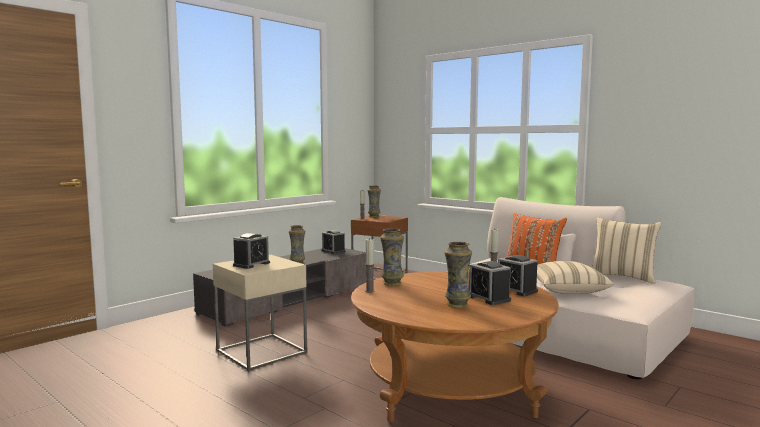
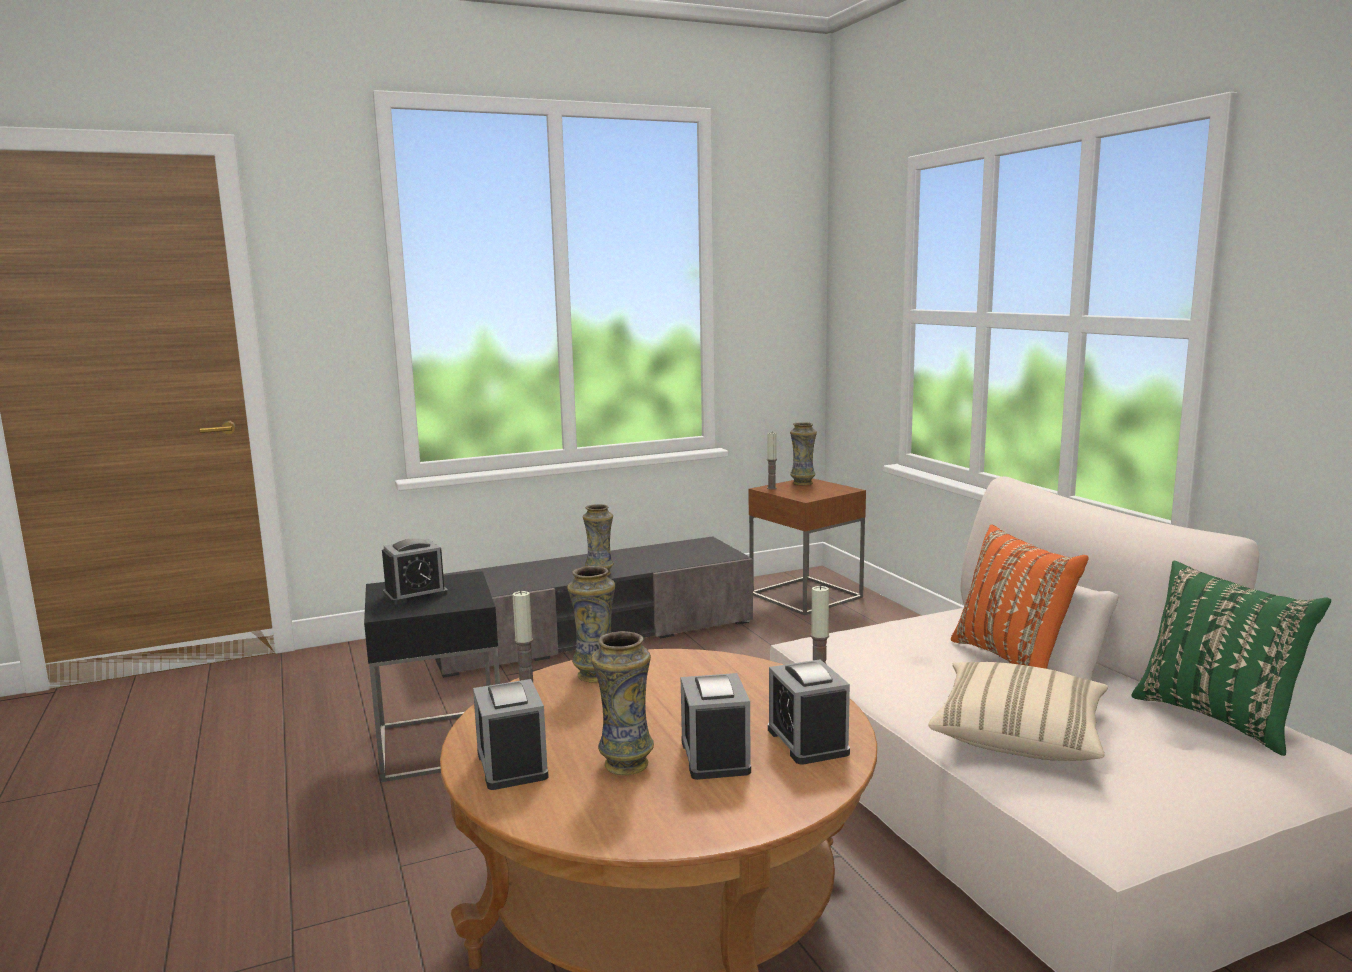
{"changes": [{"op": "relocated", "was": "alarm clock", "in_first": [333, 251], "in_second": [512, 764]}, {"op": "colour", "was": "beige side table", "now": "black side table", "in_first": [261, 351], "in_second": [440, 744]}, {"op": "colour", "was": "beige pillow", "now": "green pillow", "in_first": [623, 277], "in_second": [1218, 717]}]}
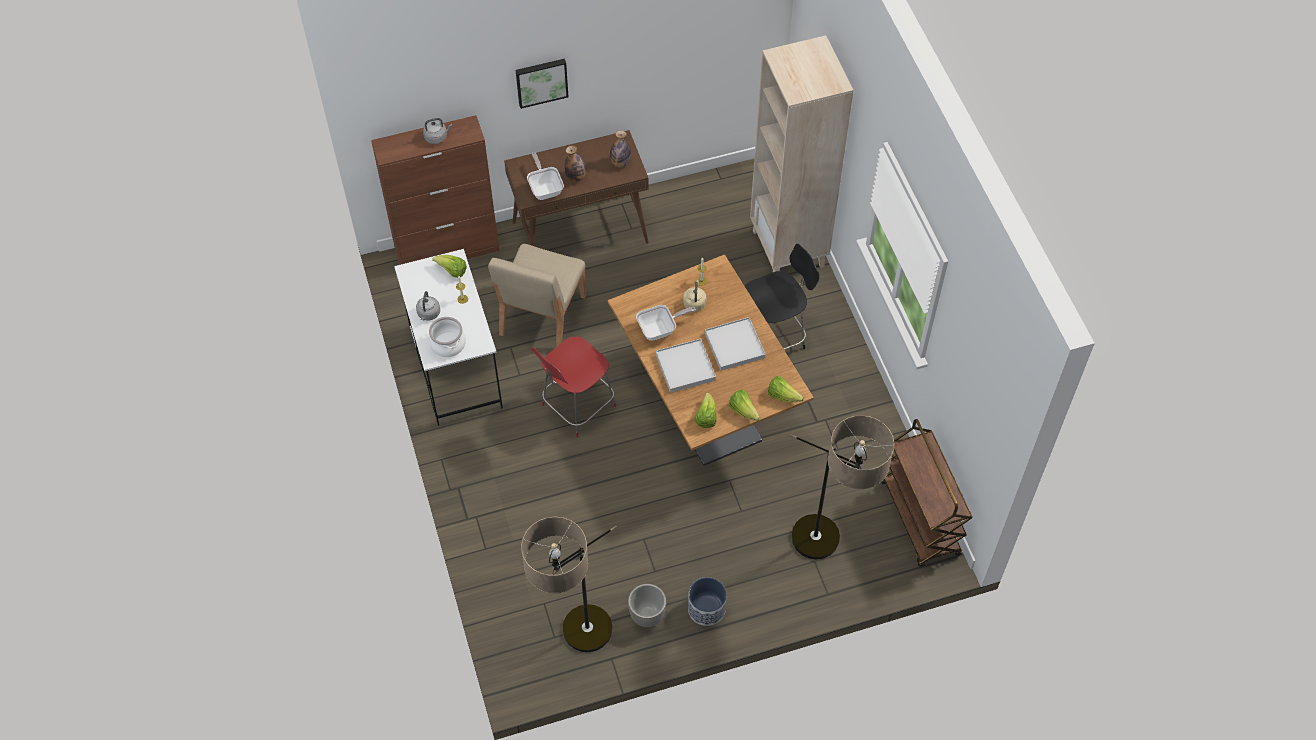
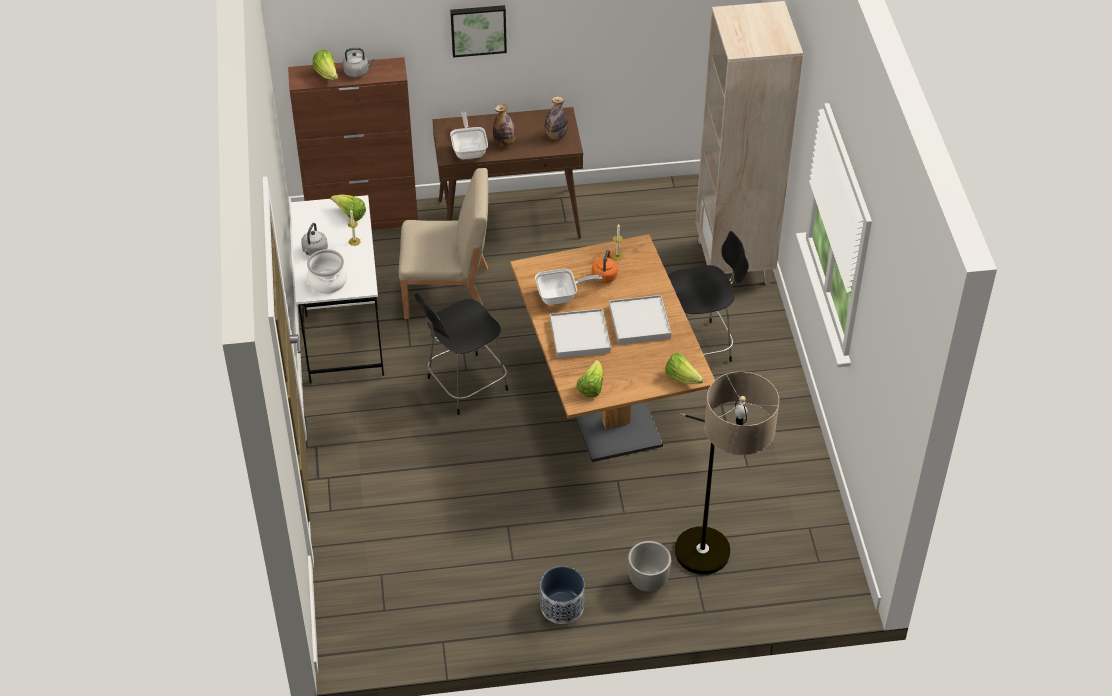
{"changes": [{"op": "missing", "was": "floor lamp", "in_first": [576, 645]}, {"op": "missing", "was": "brown cart", "in_first": [920, 519]}, {"op": "relocated", "was": "planter", "in_first": [647, 615], "in_second": [648, 581]}, {"op": "relocated", "was": "lettuce", "in_first": [743, 411], "in_second": [327, 74]}, {"op": "colour", "was": "red chair", "now": "black chair", "in_first": [576, 407], "in_second": [464, 385]}, {"op": "colour", "was": "beige kettle", "now": "orange kettle", "in_first": [694, 302], "in_second": [605, 275]}, {"op": "spun", "was": "beige chair", "in_first": [541, 316], "in_second": [448, 293], "clockwise": -120}]}
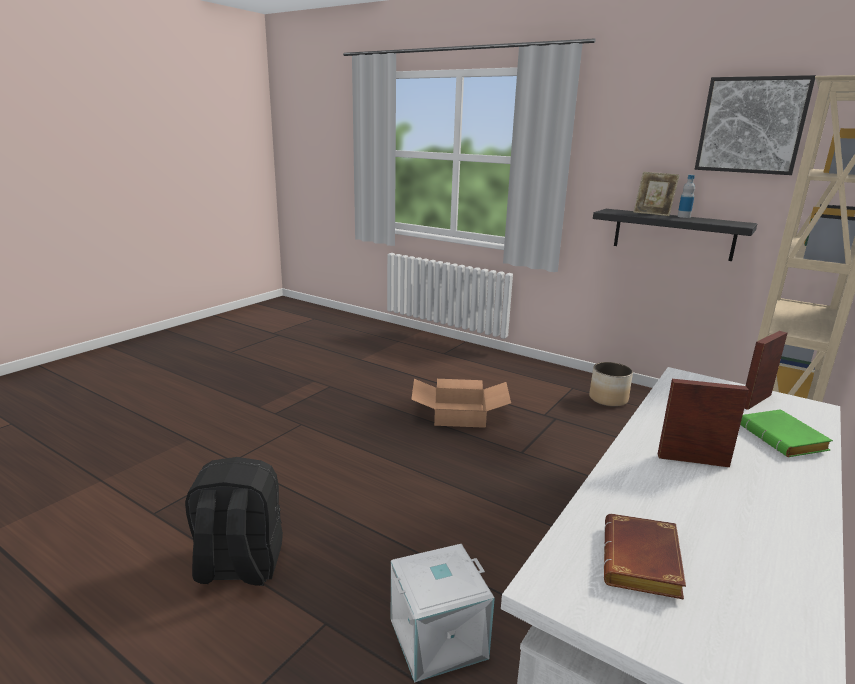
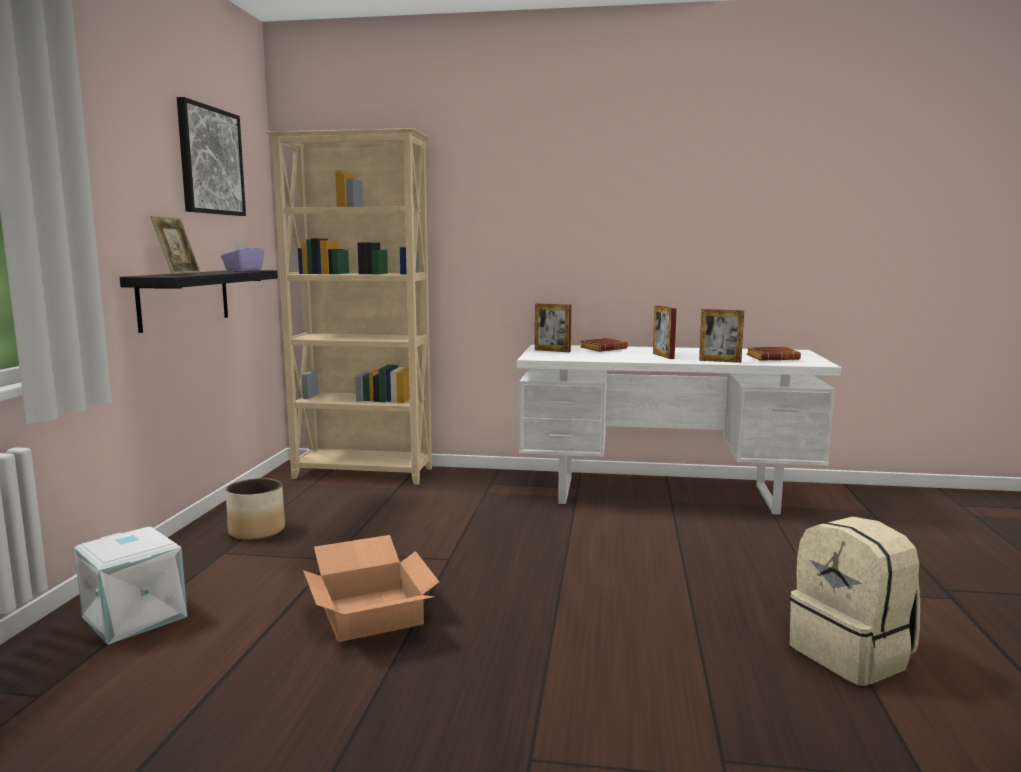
{"changes": [{"op": "missing", "was": "bottle", "in_first": [683, 216]}, {"op": "appeared", "now": "purple tissue box", "in_second": [243, 270]}, {"op": "appeared", "now": "picture frame", "in_second": [720, 361]}, {"op": "relocated", "was": "white storage box", "in_first": [438, 640], "in_second": [137, 616]}, {"op": "colour", "was": "black backpack", "now": "beige backpack", "in_first": [239, 566], "in_second": [852, 655]}, {"op": "colour", "was": "green book", "now": "brown book", "in_first": [784, 440], "in_second": [603, 349]}]}
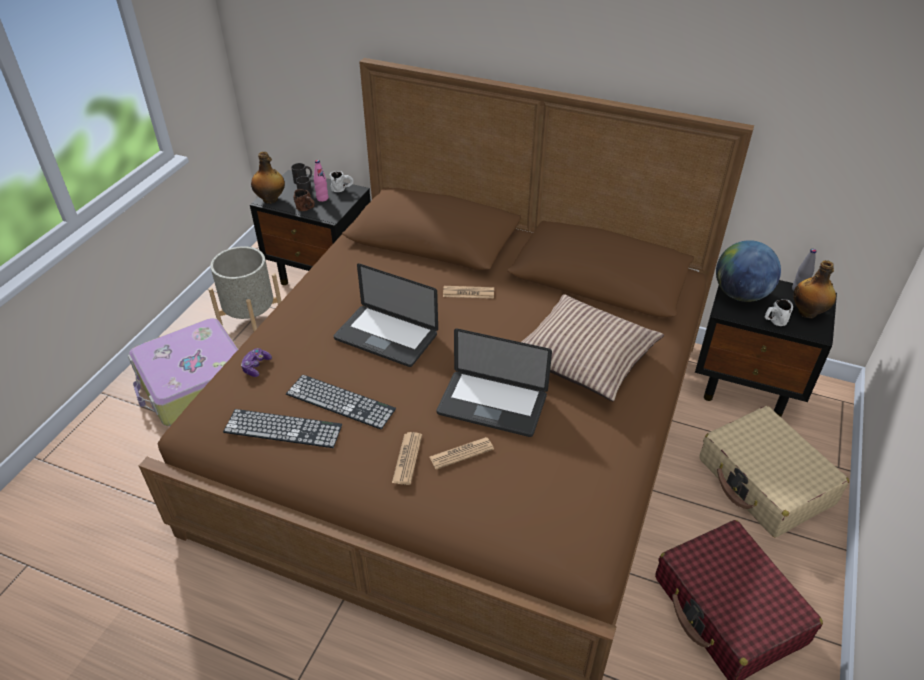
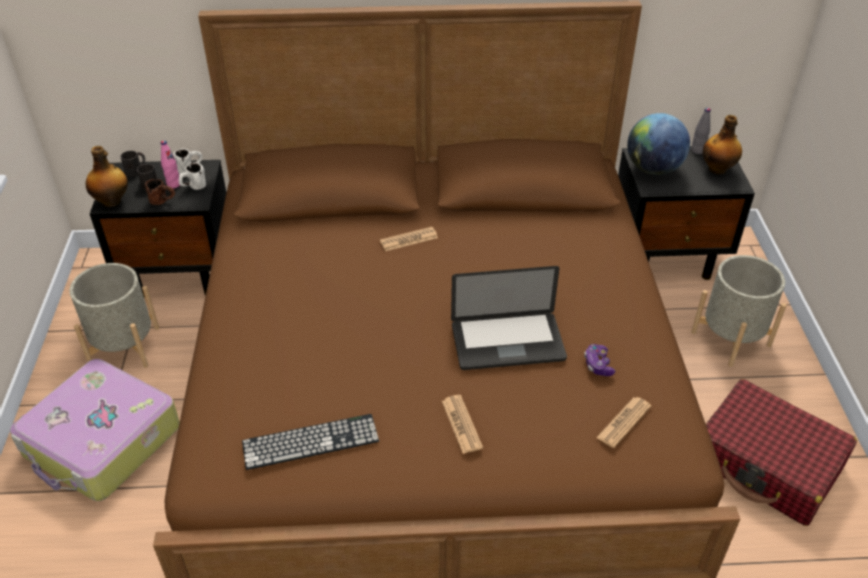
{"changes": [{"op": "missing", "was": "keyboard", "in_first": [340, 401]}, {"op": "missing", "was": "laptop", "in_first": [386, 337]}, {"op": "missing", "was": "pillow", "in_first": [584, 357]}, {"op": "relocated", "was": "game controller", "in_first": [256, 366], "in_second": [598, 365]}, {"op": "relocated", "was": "newspaper", "in_first": [461, 453], "in_second": [624, 422]}, {"op": "relocated", "was": "white mug", "in_first": [774, 322], "in_second": [193, 187]}, {"op": "exchanged", "was": "beige suitcase", "now": "grey planter", "in_first": [765, 482], "in_second": [731, 338]}]}
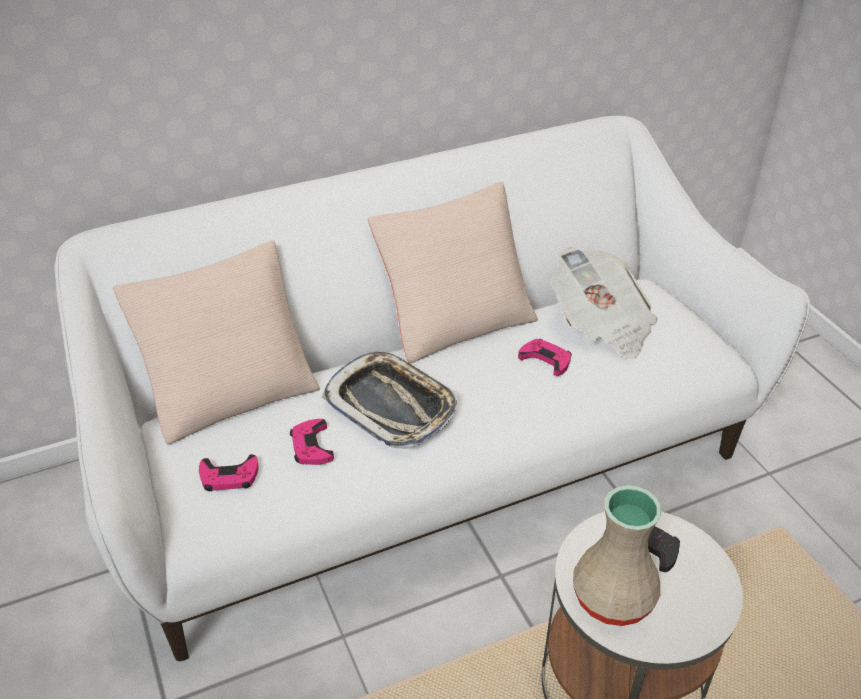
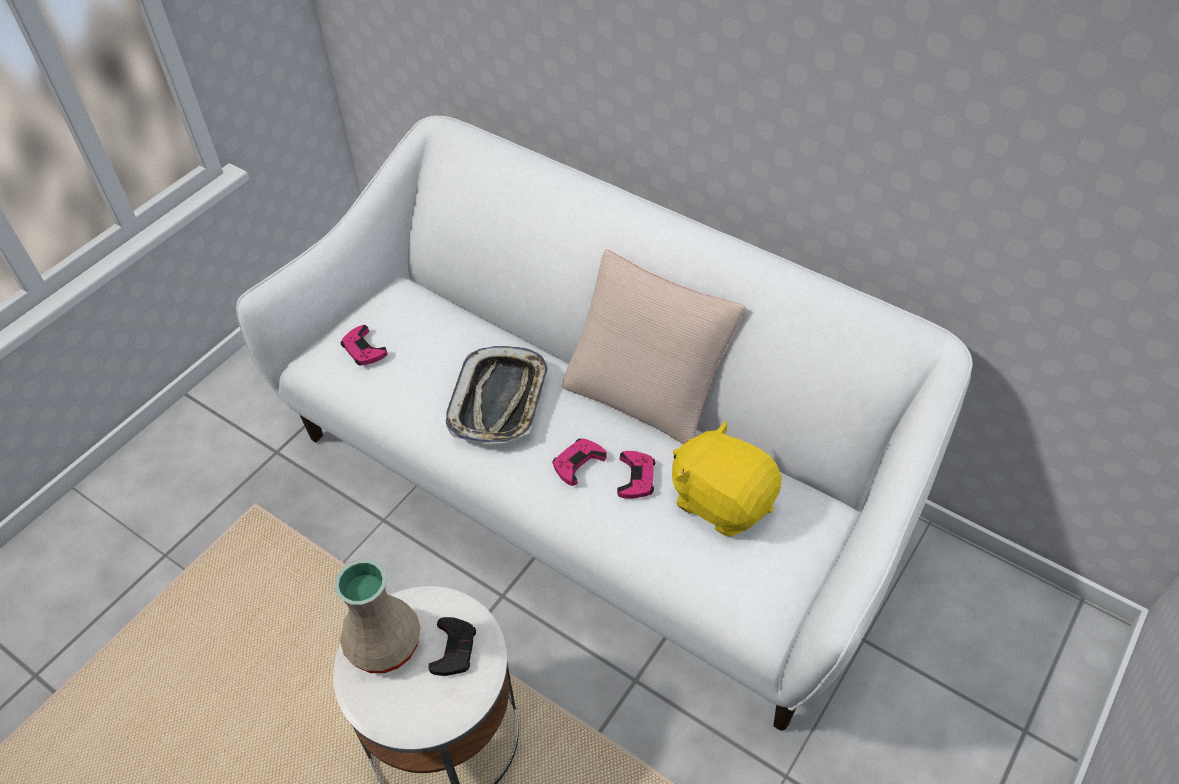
{"changes": [{"op": "missing", "was": "beige pillow", "in_first": [230, 389]}, {"op": "relocated", "was": "pink game controller", "in_first": [311, 446], "in_second": [578, 463]}, {"op": "exchanged", "was": "newspaper", "now": "yellow plush toy", "in_first": [601, 325], "in_second": [722, 500]}]}
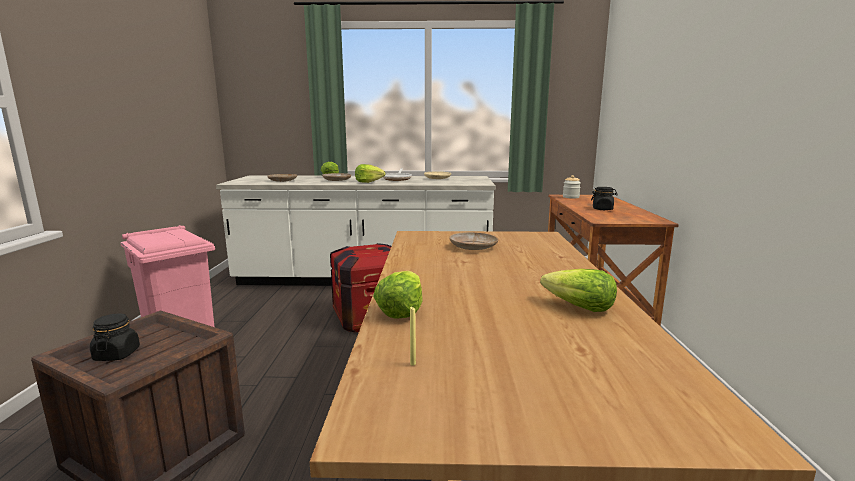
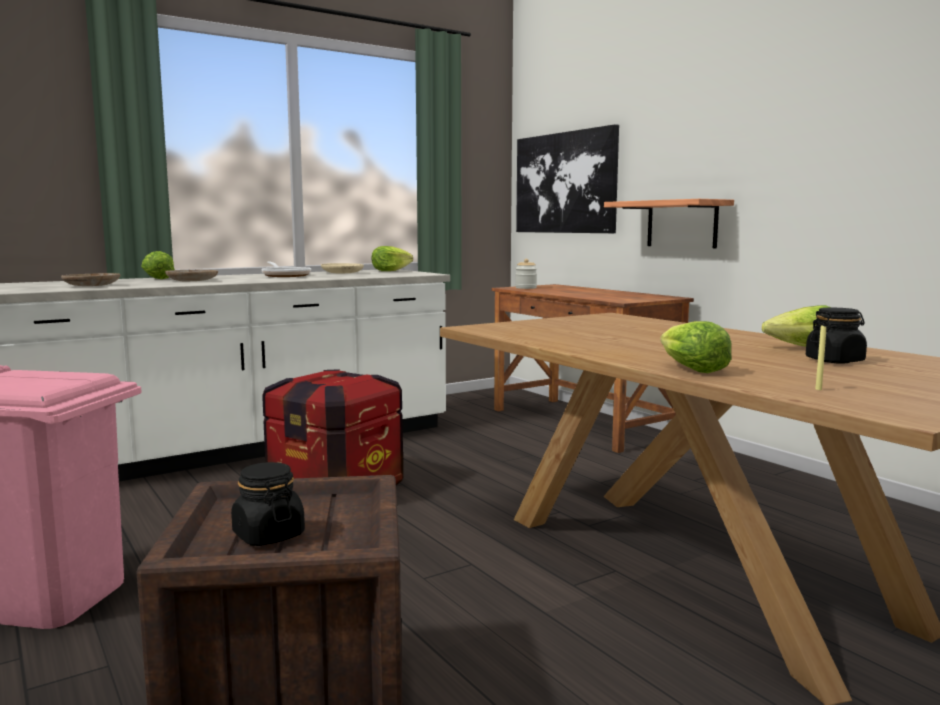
{"changes": [{"op": "missing", "was": "beige plate", "in_first": [473, 247]}, {"op": "appeared", "now": "picture", "in_second": [565, 183]}, {"op": "appeared", "now": "shelf", "in_second": [682, 224]}, {"op": "relocated", "was": "lettuce", "in_first": [368, 182], "in_second": [390, 271]}, {"op": "relocated", "was": "black jar", "in_first": [602, 209], "in_second": [835, 361]}]}
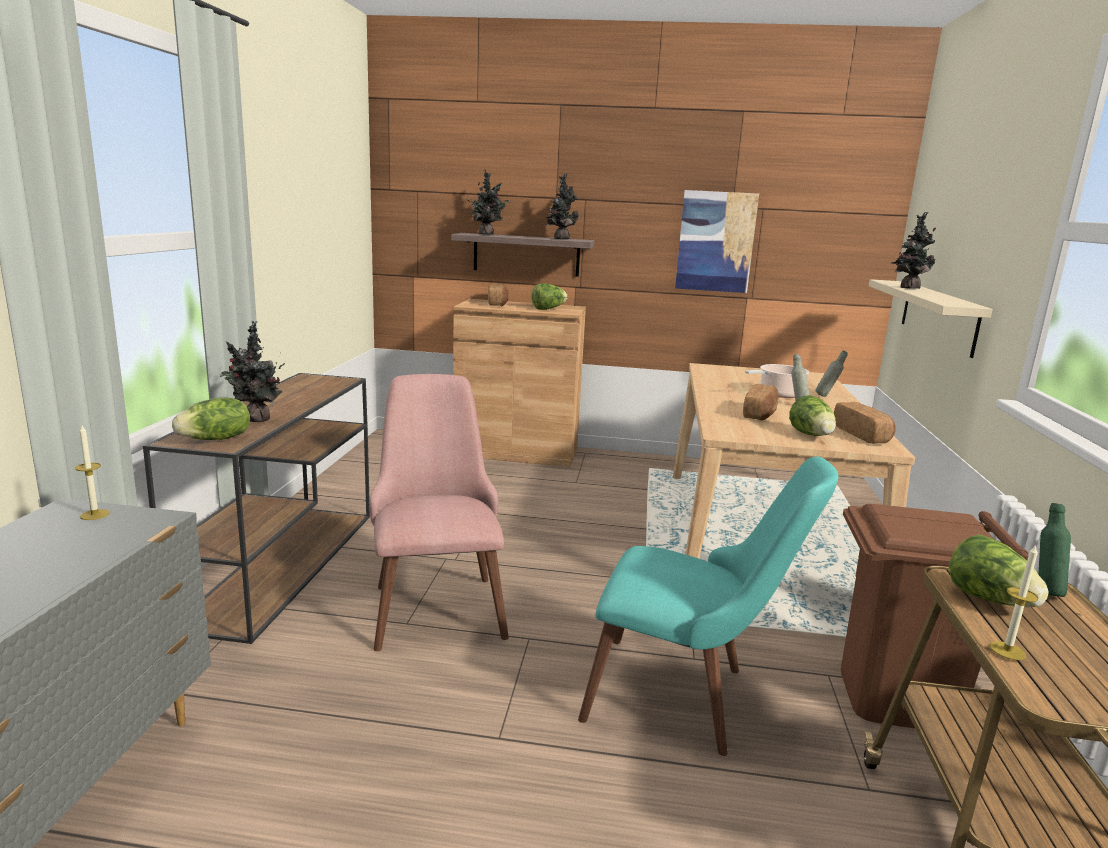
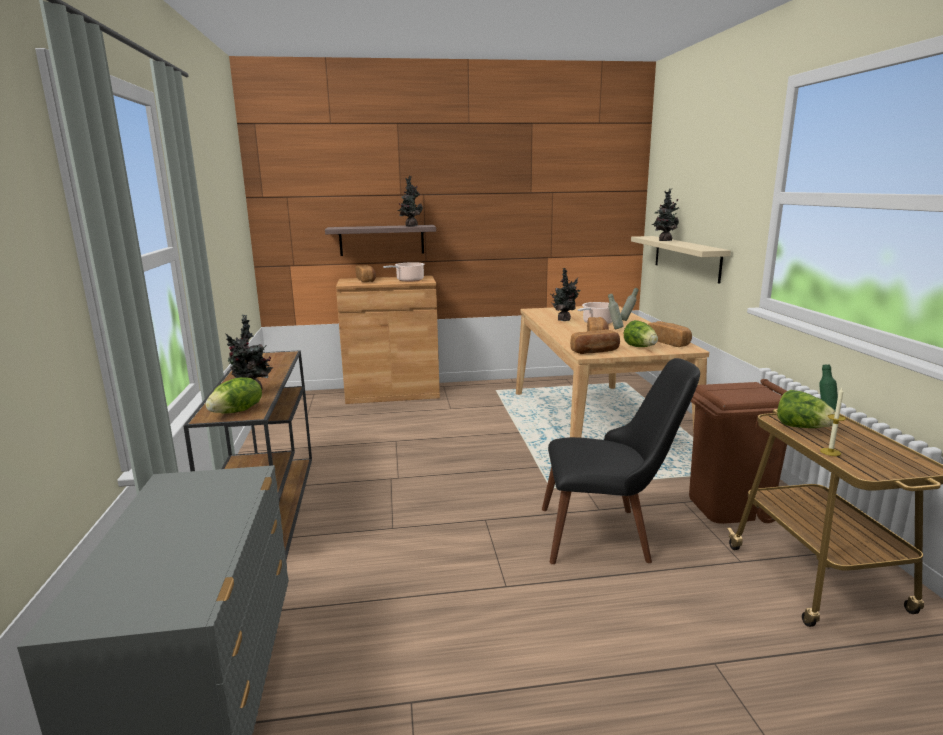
{"changes": [{"op": "missing", "was": "candle", "in_first": [95, 514]}, {"op": "missing", "was": "pink chair", "in_first": [435, 600]}, {"op": "missing", "was": "picture", "in_first": [715, 242]}, {"op": "appeared", "now": "bread", "in_second": [595, 351]}, {"op": "relocated", "was": "potted plant", "in_first": [487, 234], "in_second": [564, 320]}, {"op": "exchanged", "was": "lettuce", "now": "cooking pot", "in_first": [548, 309], "in_second": [408, 280]}, {"op": "colour", "was": "turquoise chair", "now": "black chair", "in_first": [688, 698], "in_second": [609, 534]}]}
